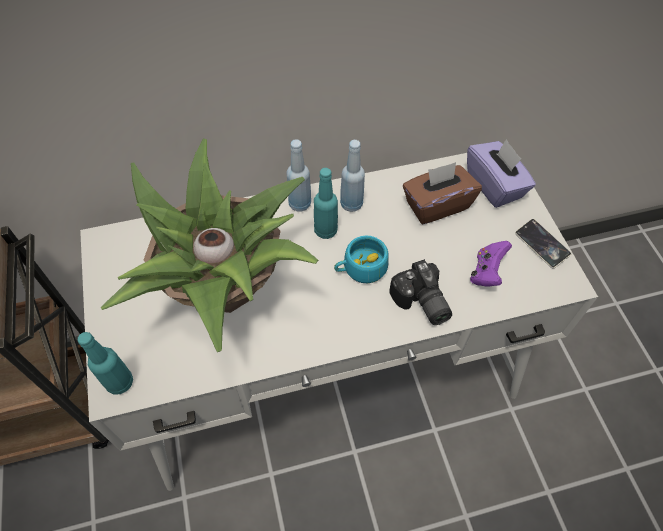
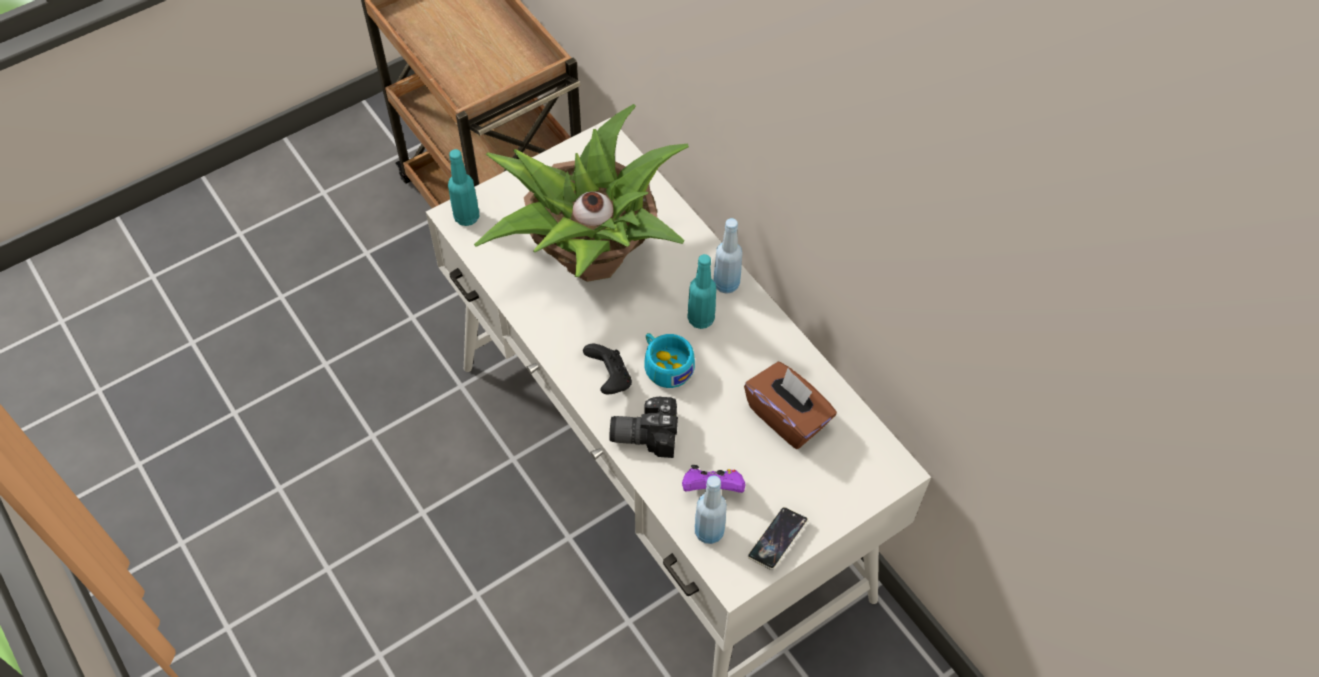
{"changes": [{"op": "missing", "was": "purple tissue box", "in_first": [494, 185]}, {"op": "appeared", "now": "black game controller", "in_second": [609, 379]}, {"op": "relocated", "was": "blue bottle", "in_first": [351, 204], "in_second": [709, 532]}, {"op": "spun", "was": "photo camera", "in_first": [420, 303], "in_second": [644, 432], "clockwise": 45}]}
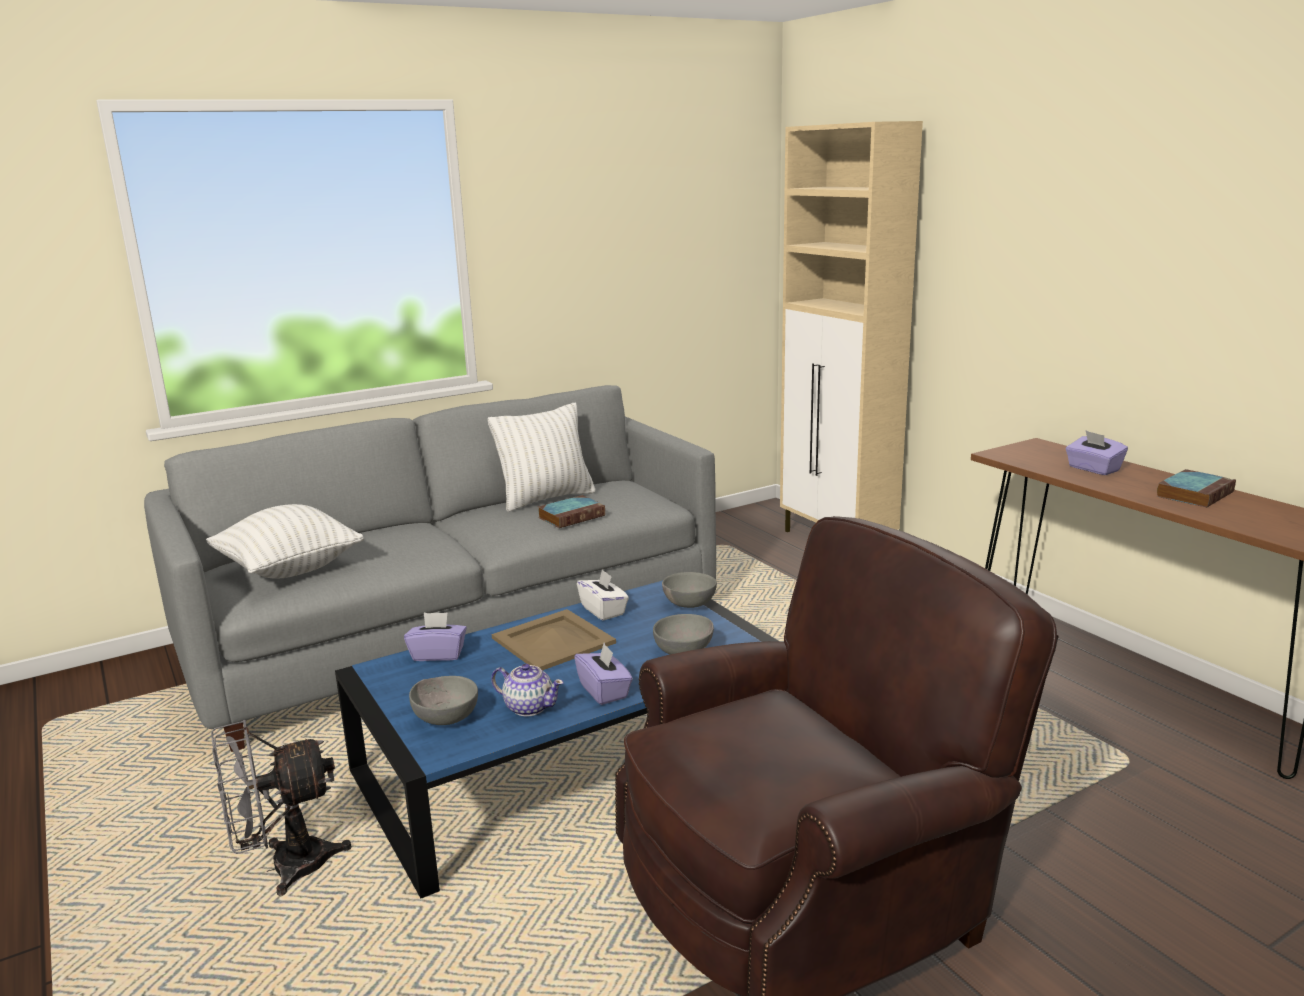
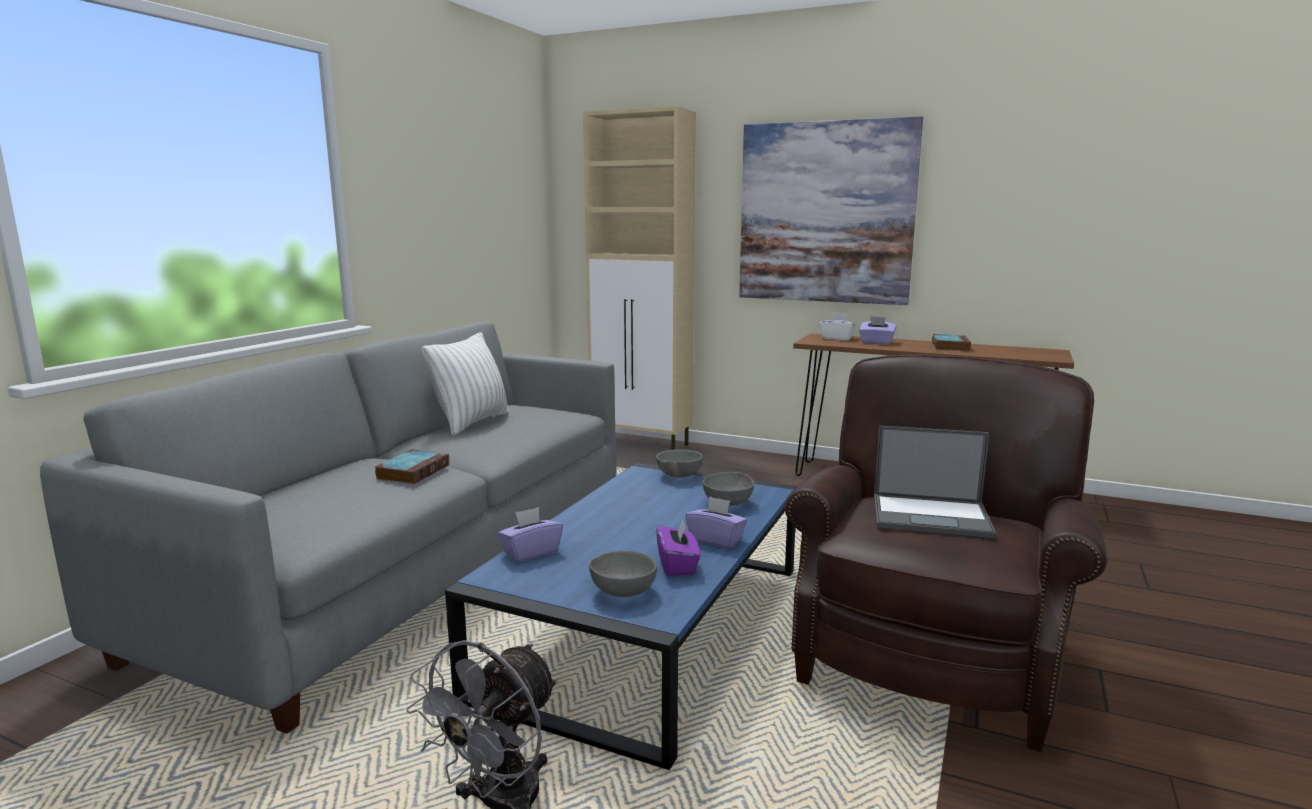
{"changes": [{"op": "missing", "was": "white pillow", "in_first": [289, 569]}, {"op": "missing", "was": "beige tray", "in_first": [554, 640]}, {"op": "appeared", "now": "picture", "in_second": [825, 213]}, {"op": "appeared", "now": "laptop", "in_second": [932, 516]}, {"op": "relocated", "was": "book", "in_first": [572, 516], "in_second": [413, 471]}, {"op": "relocated", "was": "white tissue box", "in_first": [603, 610], "in_second": [836, 338]}, {"op": "exchanged", "was": "teapot", "now": "purple tissue box", "in_first": [528, 707], "in_second": [677, 565]}]}
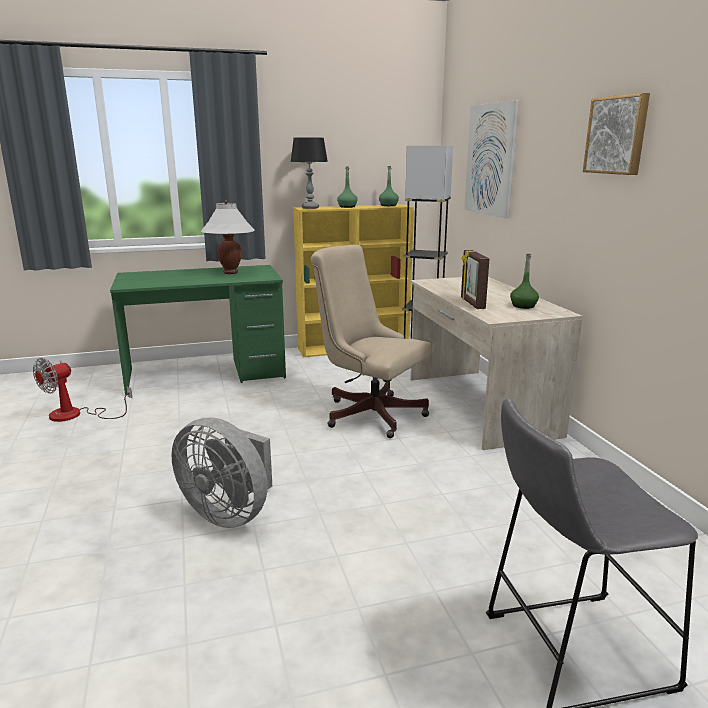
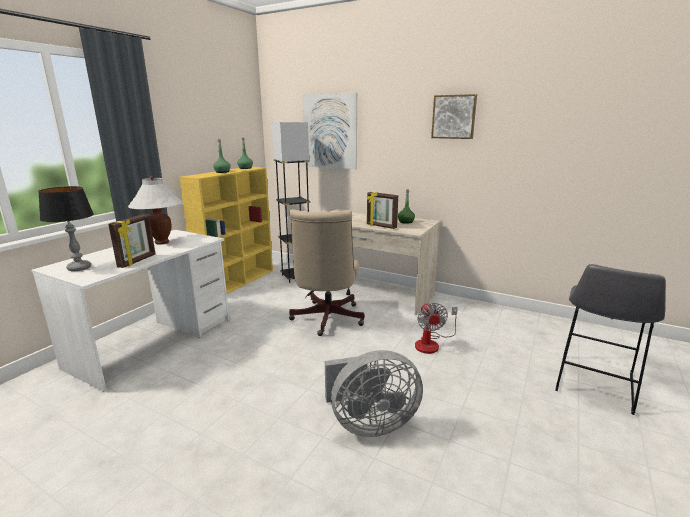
{"changes": [{"op": "appeared", "now": "picture frame", "in_second": [137, 261]}, {"op": "relocated", "was": "fan", "in_first": [76, 415], "in_second": [431, 343]}, {"op": "relocated", "was": "table lamp", "in_first": [310, 208], "in_second": [79, 268]}, {"op": "colour", "was": "green desk", "now": "white desk", "in_first": [206, 374], "in_second": [154, 342]}, {"op": "spun", "was": "beige office chair", "in_first": [369, 412], "in_second": [326, 320], "clockwise": -75}]}
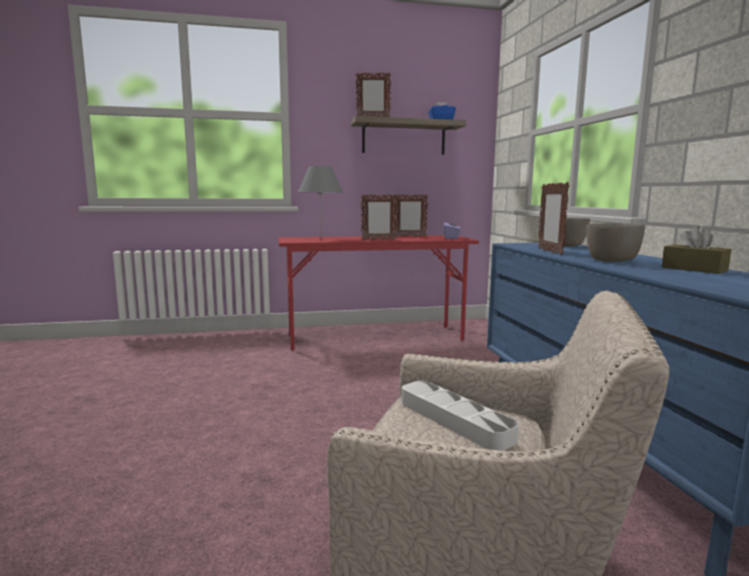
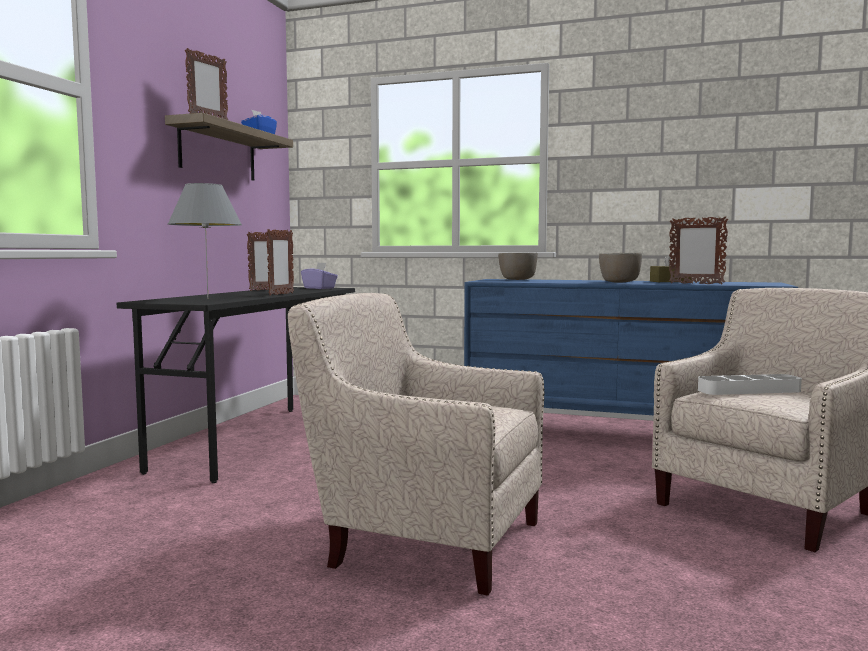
{"changes": [{"op": "appeared", "now": "beige armchair", "in_second": [426, 538]}, {"op": "relocated", "was": "picture frame", "in_first": [550, 252], "in_second": [696, 284]}, {"op": "colour", "was": "red desk", "now": "black desk", "in_first": [375, 337], "in_second": [259, 440]}]}
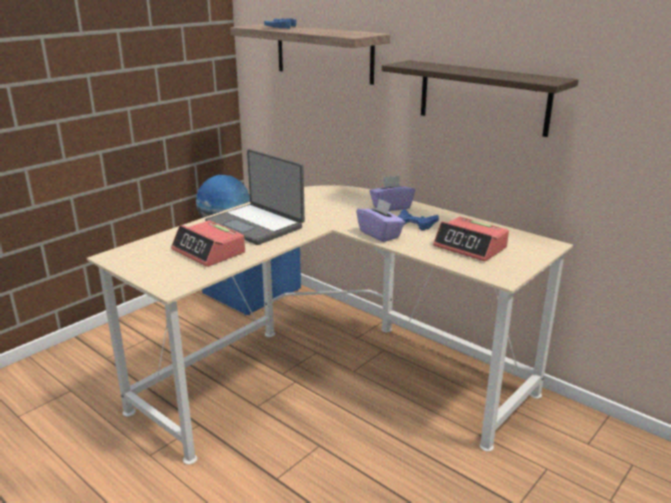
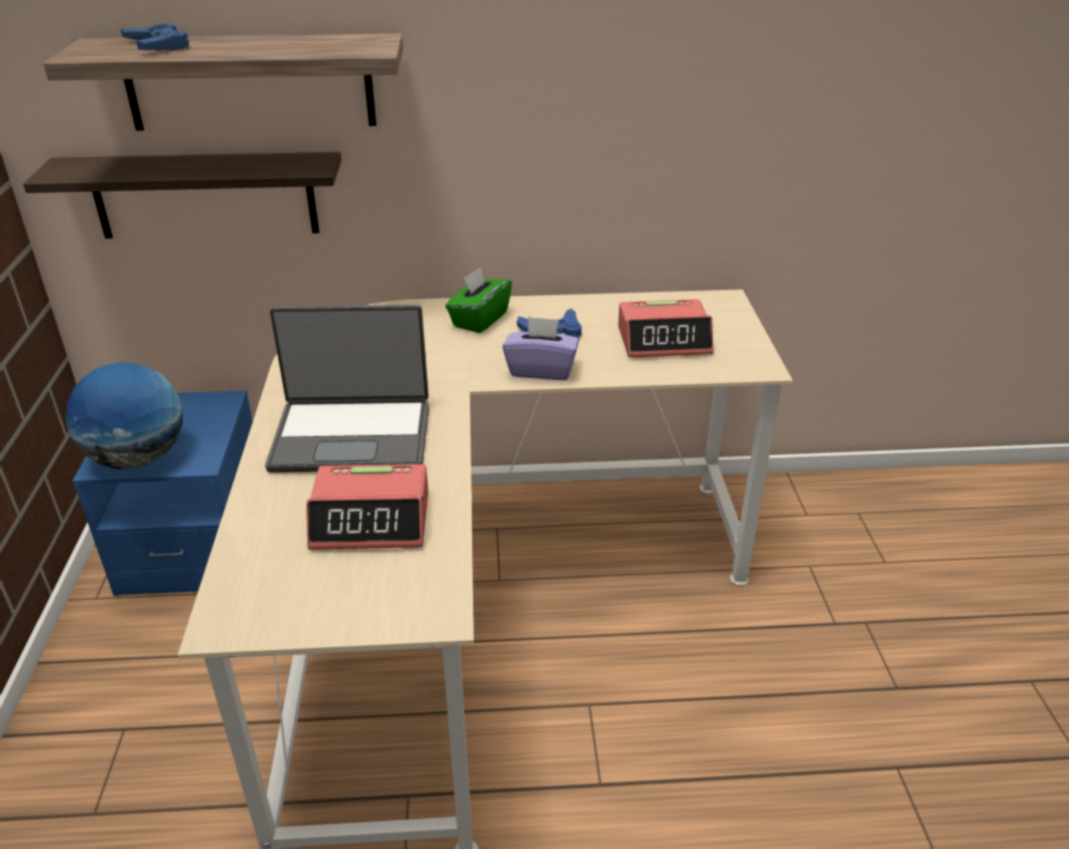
{"changes": [{"op": "relocated", "was": "shelf", "in_first": [483, 97], "in_second": [205, 195]}, {"op": "colour", "was": "purple tissue box", "now": "green tissue box", "in_first": [391, 207], "in_second": [479, 319]}]}
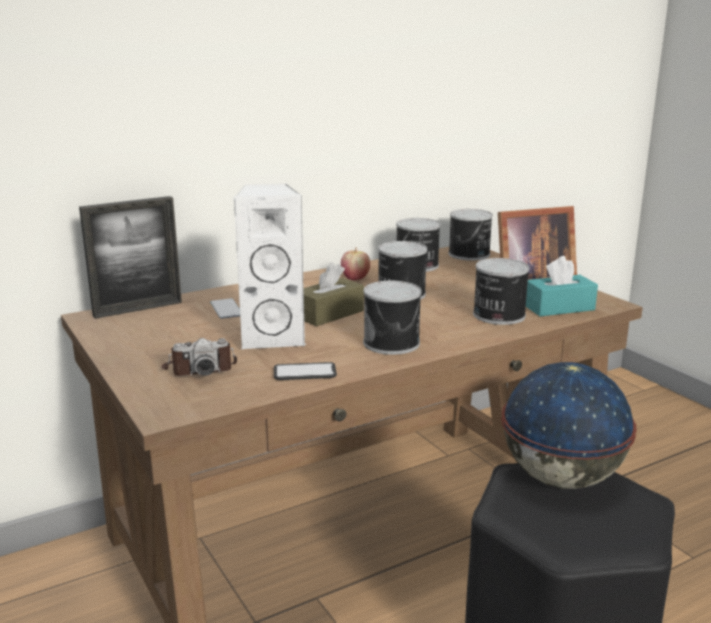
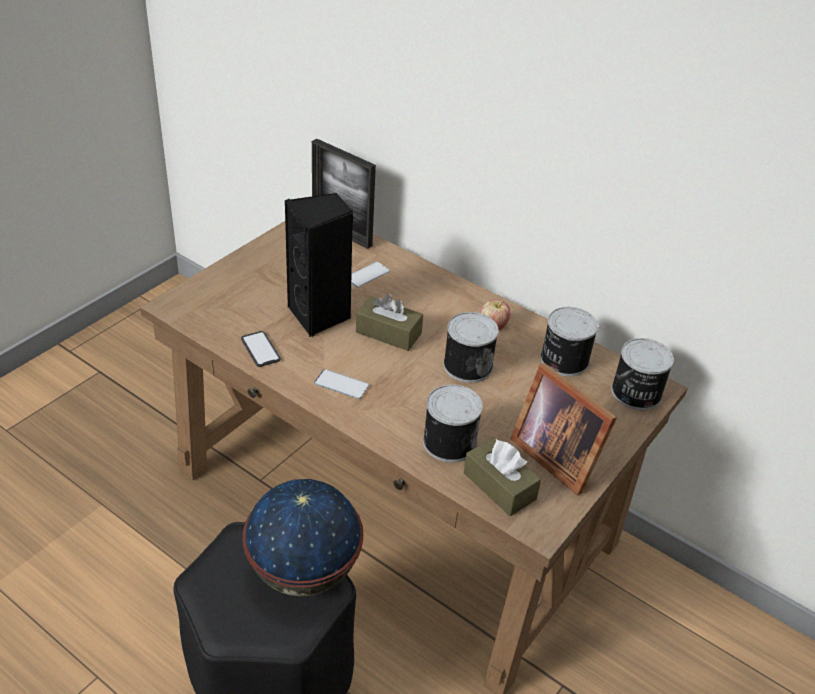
{"changes": [{"op": "missing", "was": "photo camera", "in_first": [199, 368]}, {"op": "exchanged", "was": "can", "now": "phone", "in_first": [393, 343], "in_second": [341, 384]}, {"op": "colour", "was": "white speaker", "now": "black speaker", "in_first": [273, 337], "in_second": [320, 316]}, {"op": "colour", "was": "turquoise tissue box", "now": "brown tissue box", "in_first": [559, 307], "in_second": [499, 486]}]}
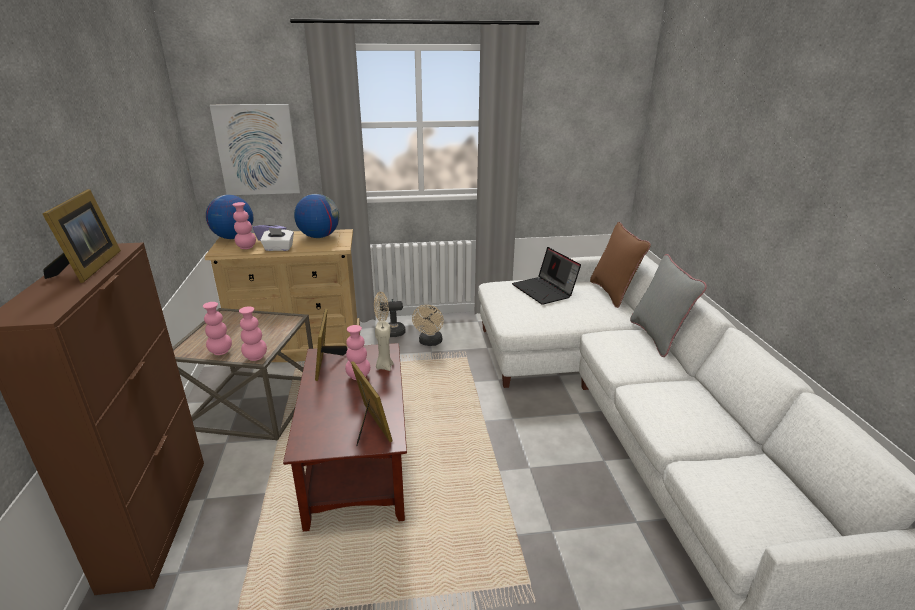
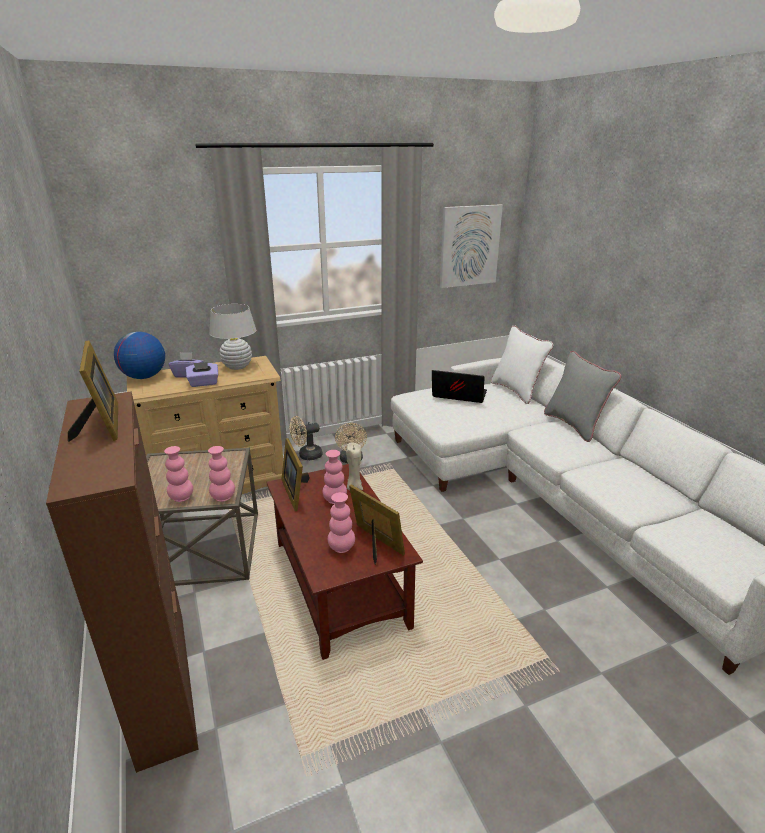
{"changes": [{"op": "relocated", "was": "picture", "in_first": [257, 150], "in_second": [469, 246]}, {"op": "relocated", "was": "pink vase", "in_first": [246, 247], "in_second": [341, 548]}, {"op": "exchanged", "was": "globe", "now": "white table lamp", "in_first": [319, 236], "in_second": [237, 366]}, {"op": "colour", "was": "white tissue box", "now": "purple tissue box", "in_first": [278, 248], "in_second": [204, 383]}, {"op": "colour", "was": "brown pillow", "now": "white pillow", "in_first": [613, 293], "in_second": [516, 391]}, {"op": "spun", "was": "laptop", "in_first": [545, 291], "in_second": [458, 396], "clockwise": 150}]}
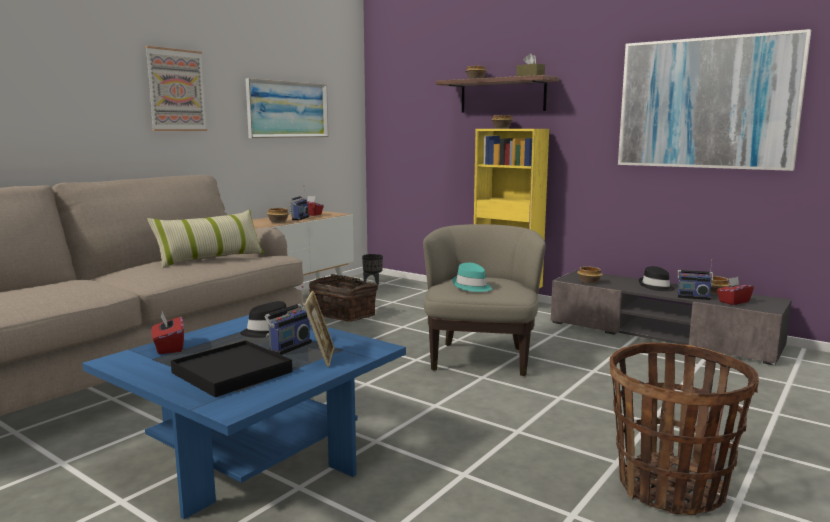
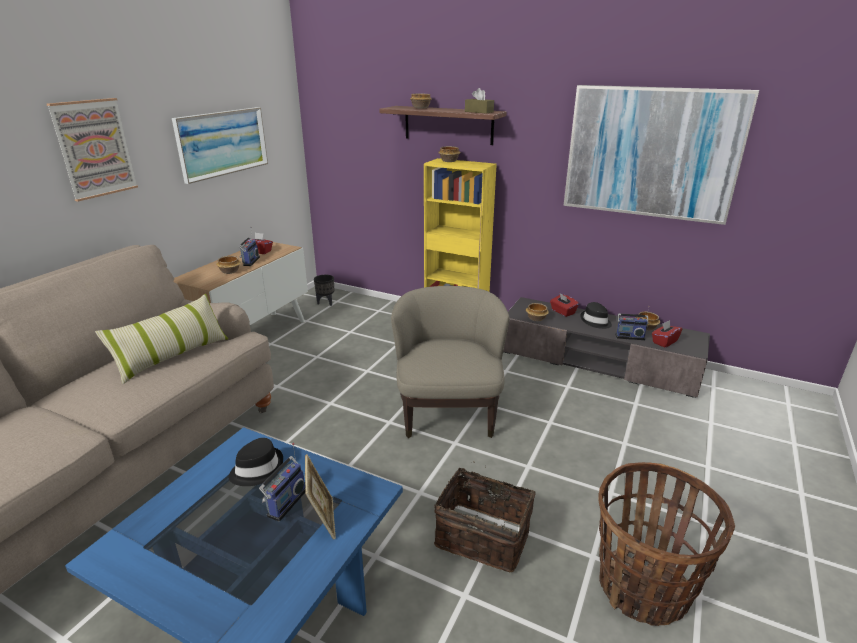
{"changes": [{"op": "missing", "was": "black tray", "in_first": [232, 372]}, {"op": "missing", "was": "turquoise hat", "in_first": [472, 286]}, {"op": "relocated", "was": "red tissue box", "in_first": [169, 347], "in_second": [562, 312]}, {"op": "relocated", "was": "basket", "in_first": [344, 315], "in_second": [483, 535]}]}
